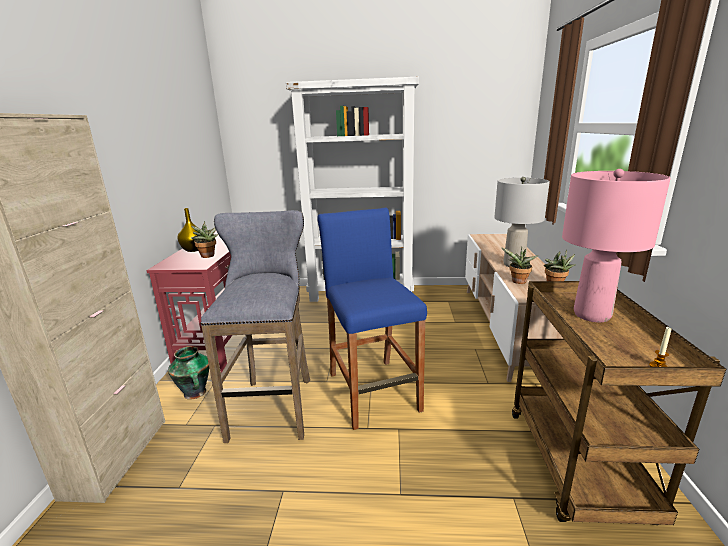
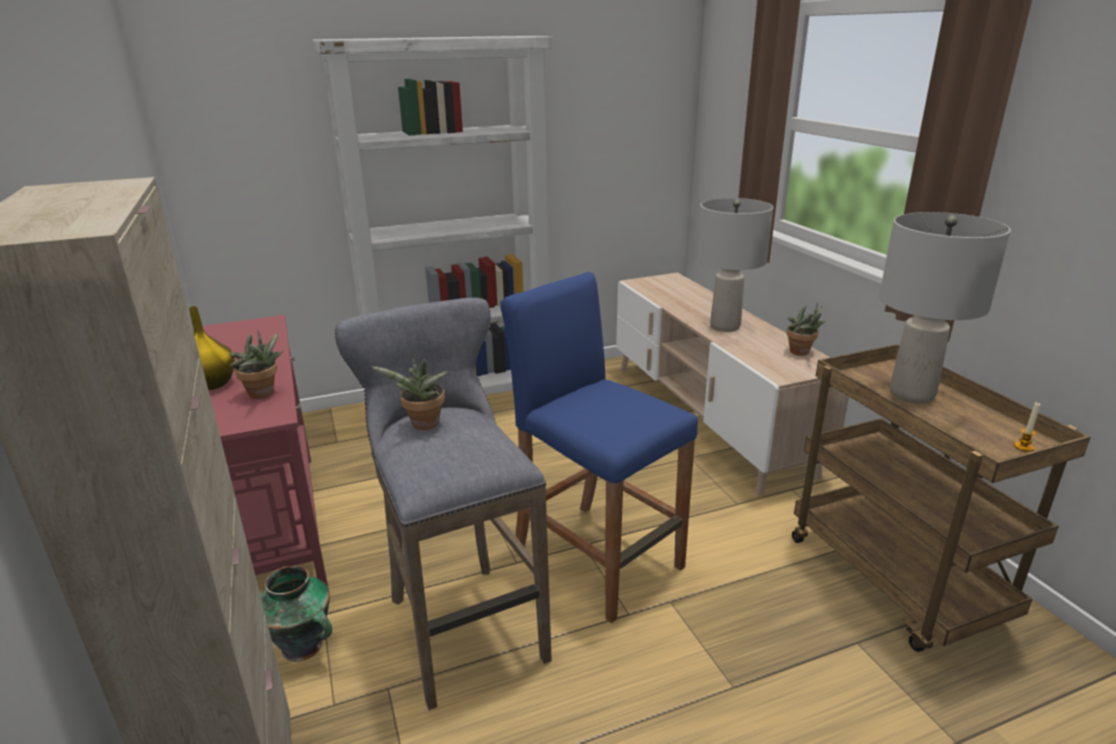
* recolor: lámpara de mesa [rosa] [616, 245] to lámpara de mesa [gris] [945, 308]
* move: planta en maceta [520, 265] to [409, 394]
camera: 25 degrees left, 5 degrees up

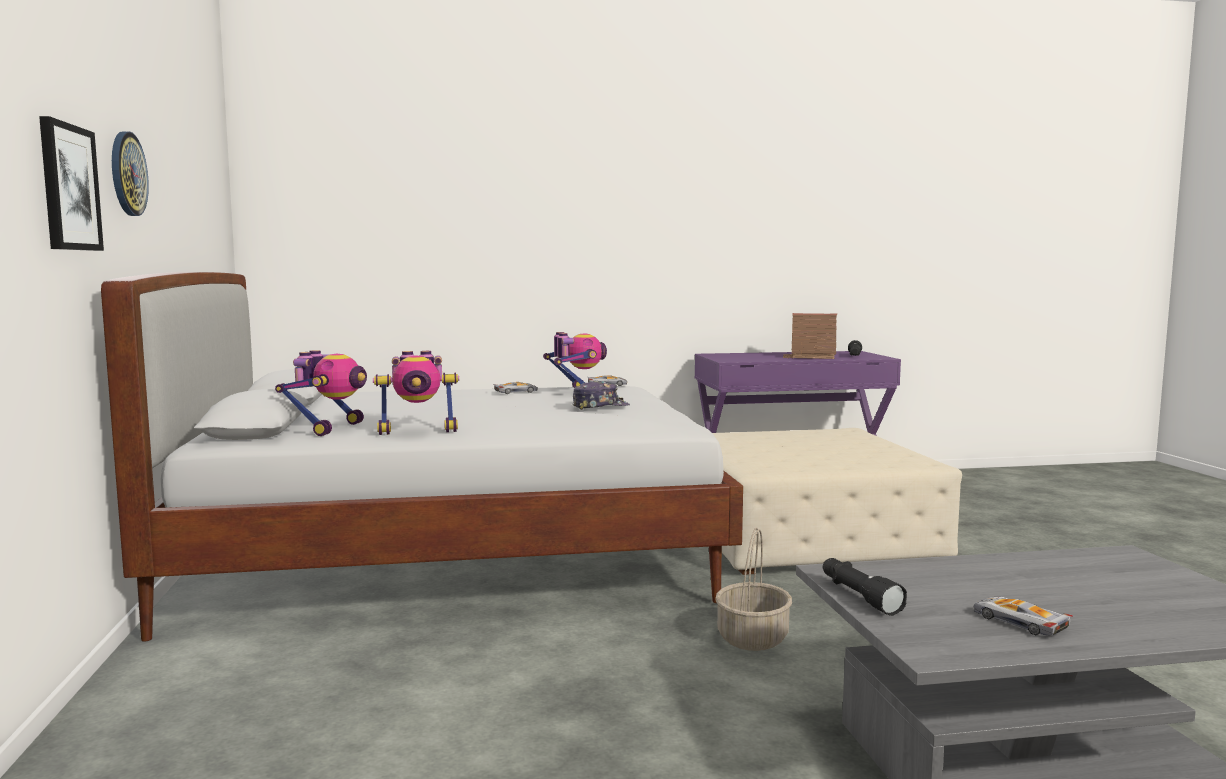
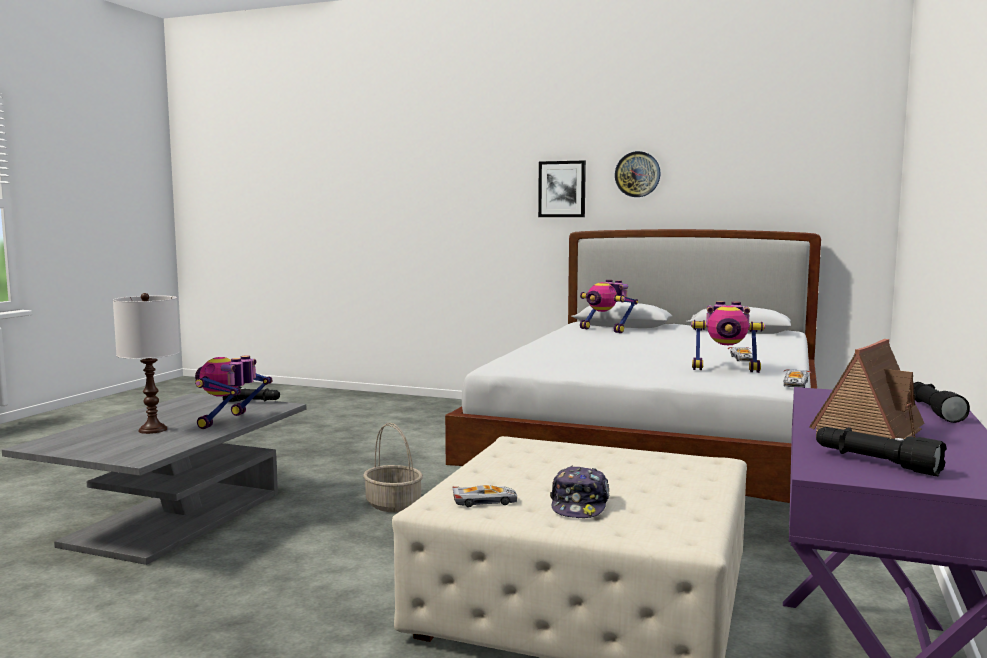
* move: robot de juguete [416, 393] to [234, 392]
* move: gorra [601, 395] to [580, 491]
* move: coche de juguete [1023, 616] to [485, 496]
* insert: lámpara de mesa [blanco] [146, 363]
* insert: linterna [negro] [942, 402]
camera: 120 degrees right, 0 degrees up

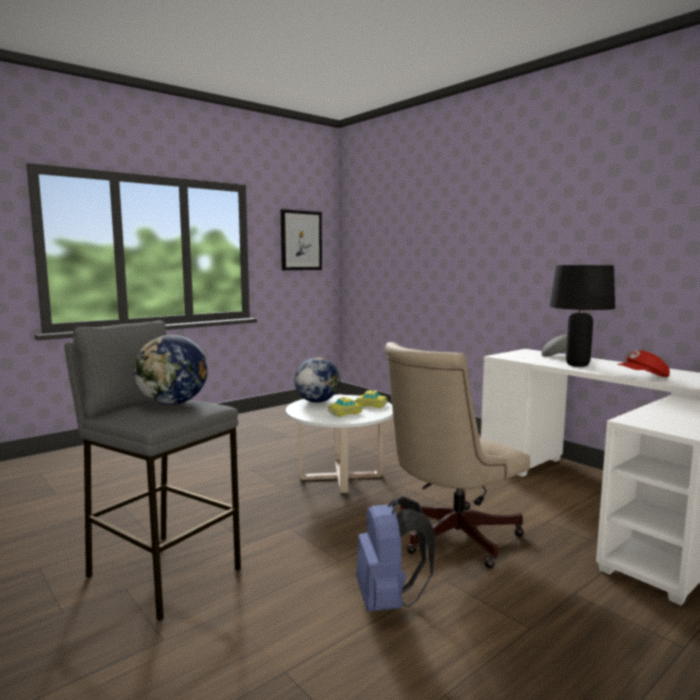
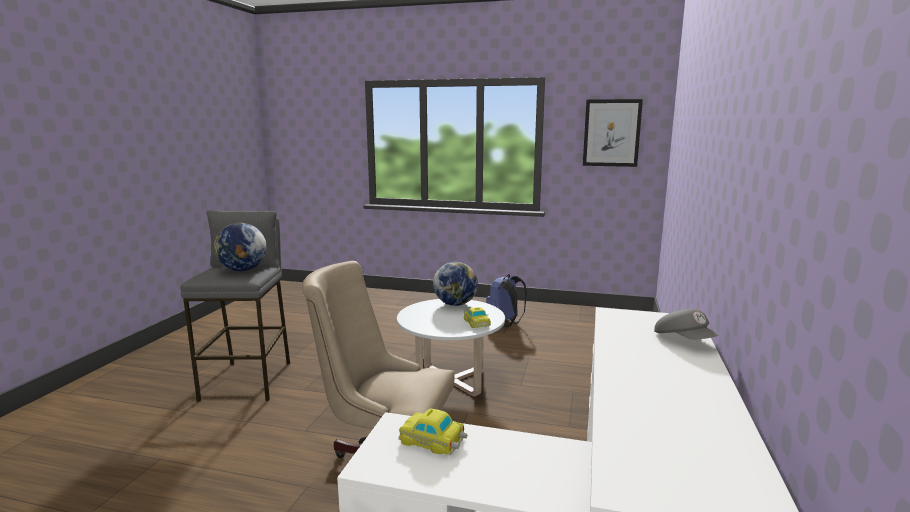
* delete: lámpara de mesa [negro] [582, 316]
* delete: gorra [rojo] [643, 363]
* move: coche de juguete [345, 407] to [432, 432]
* move: mochila [azul] [395, 554] to [506, 301]
camera: 55 degrees right, 5 degrees up

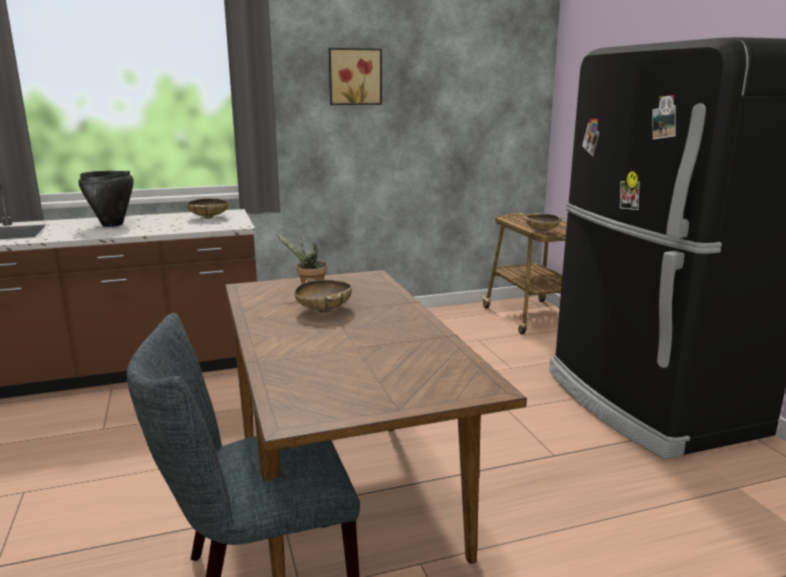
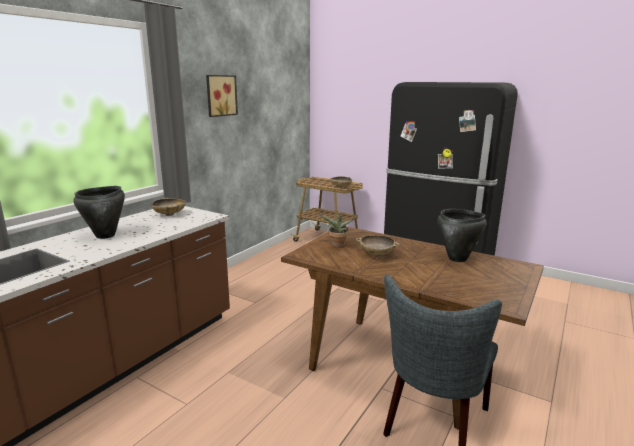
* insert: olla [negro] [462, 235]
camera: 40 degrees left, 0 degrees up

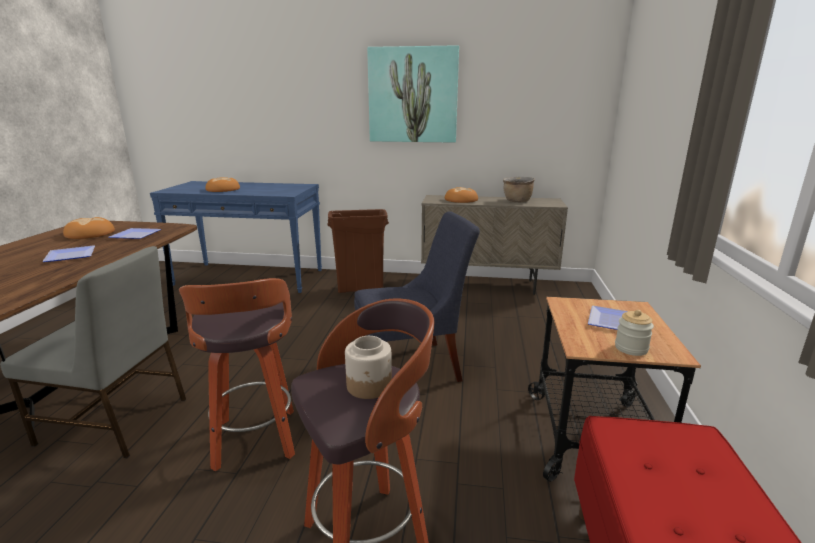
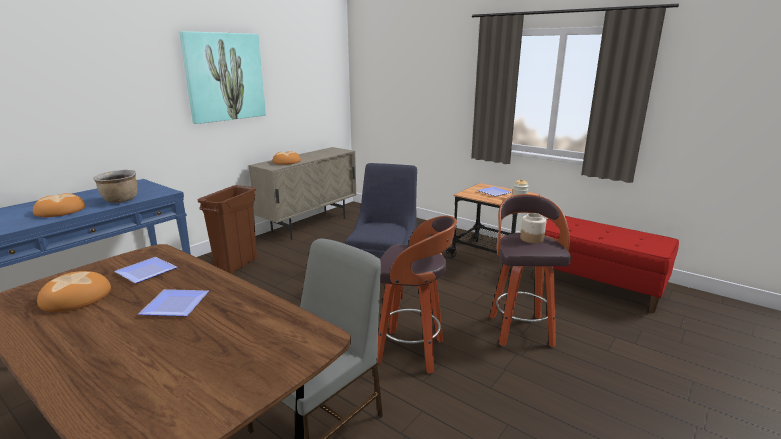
* move: olla [marrón] [519, 189] to [115, 186]
camera: 60 degrees left, 0 degrees up

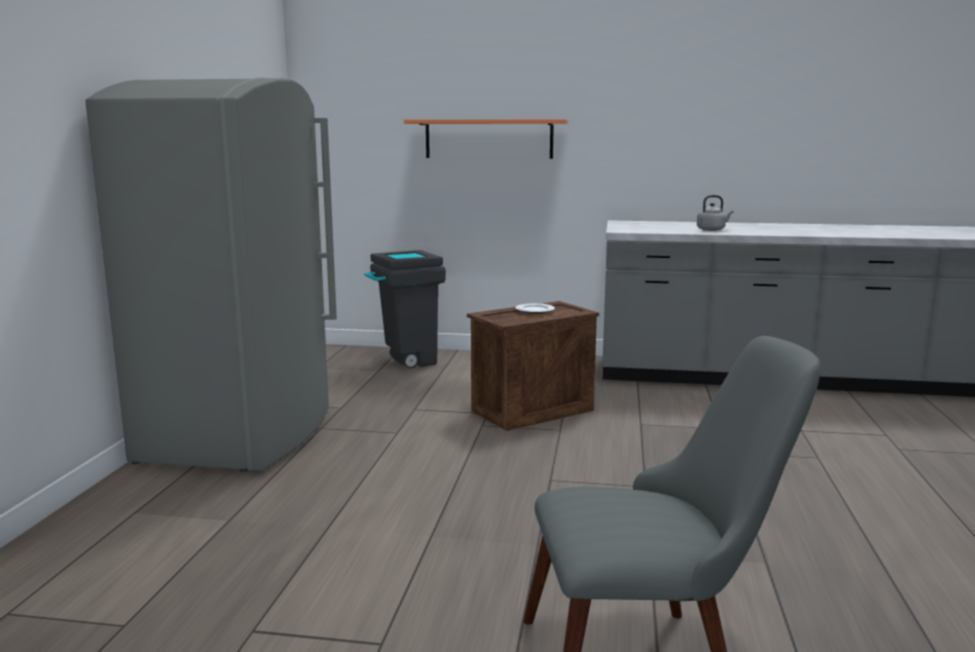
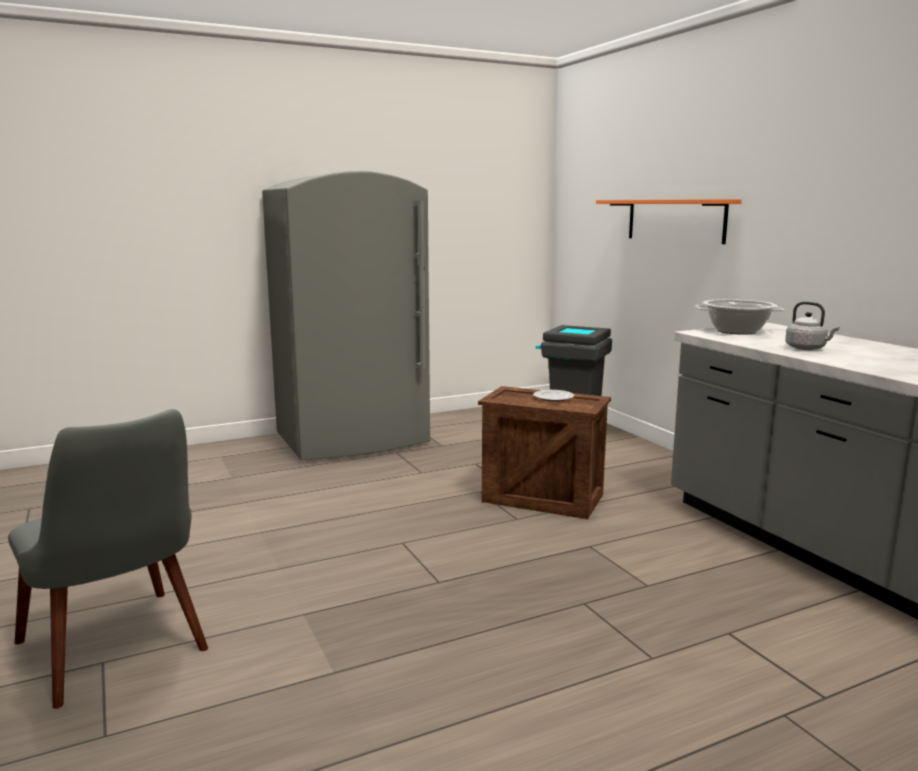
* insert: olla [740, 317]
camera: 55 degrees right, 0 degrees up

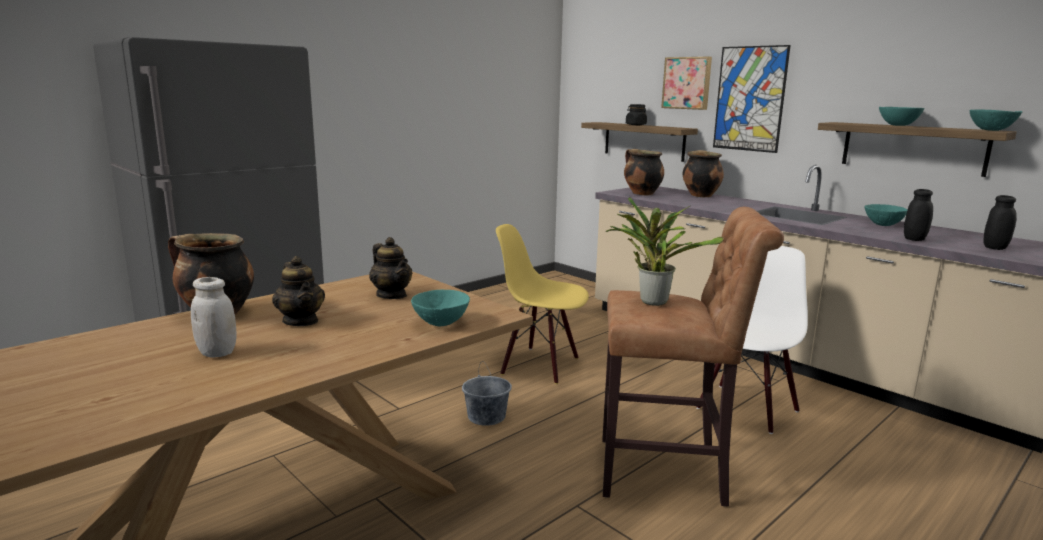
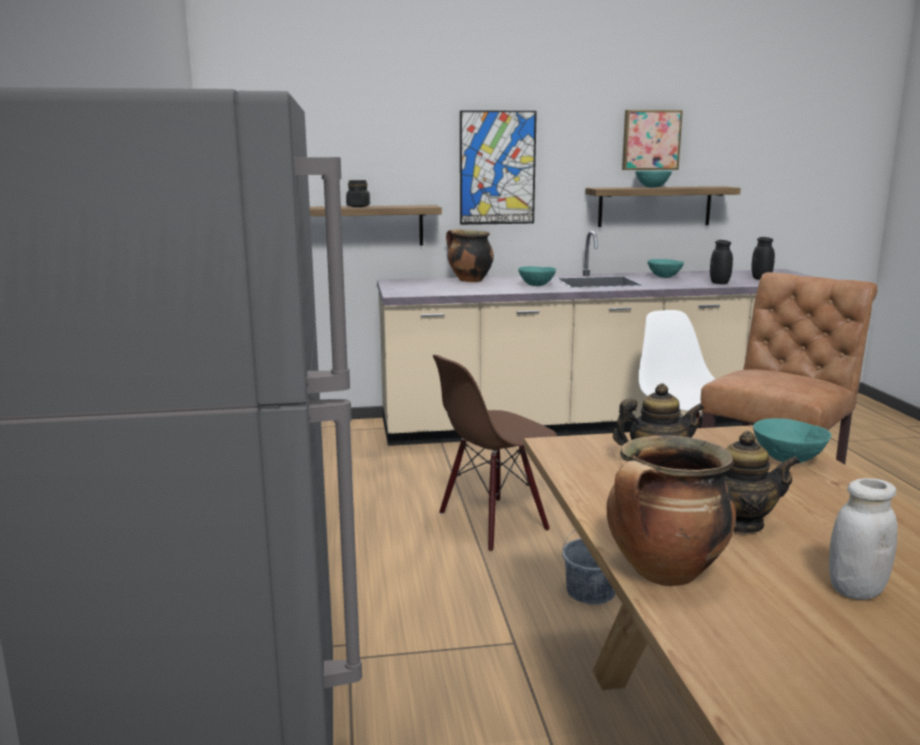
* move: cuadro [686, 83] to [652, 140]
* move: cuenco [turquesa] [996, 120] to [537, 276]
* delete: olla [644, 172]
* delete: planta en maceta [665, 251]
* recolor: silla [amarillo] [542, 304] to silla [marrón] [495, 453]
camera: 55 degrees left, 0 degrees up

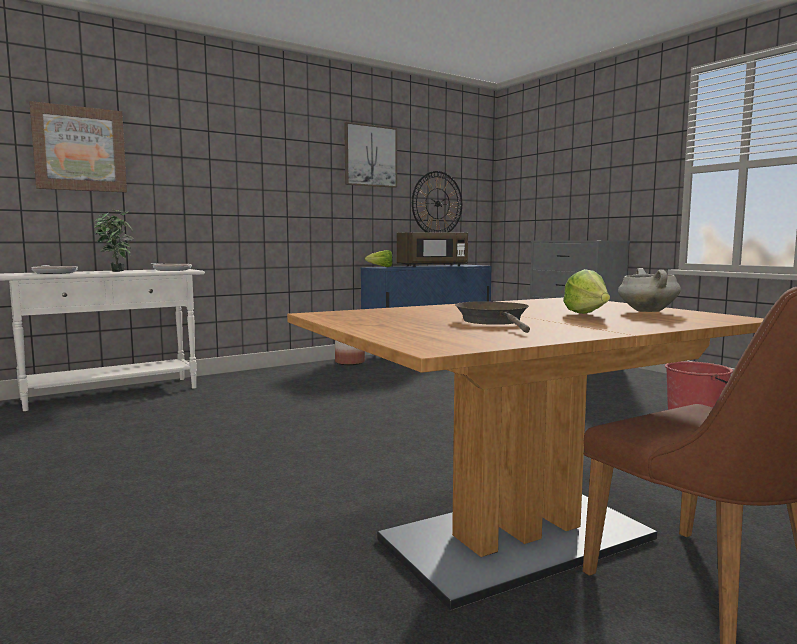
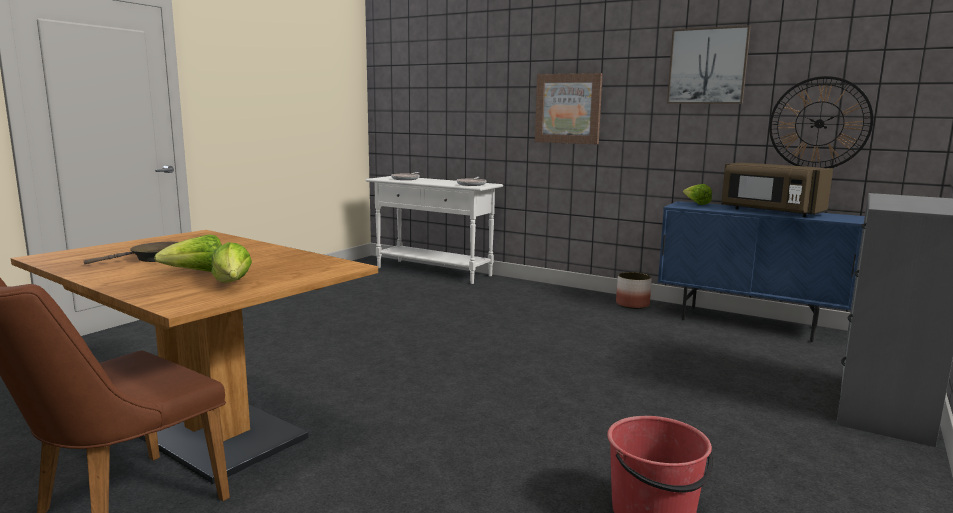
* move: cuadro [78, 146] to [569, 108]
* delete: planta en maceta [114, 241]
* replace: olla [blanco] [649, 290] to lechuga [231, 262]
camera: 65 degrees right, 5 degrees up

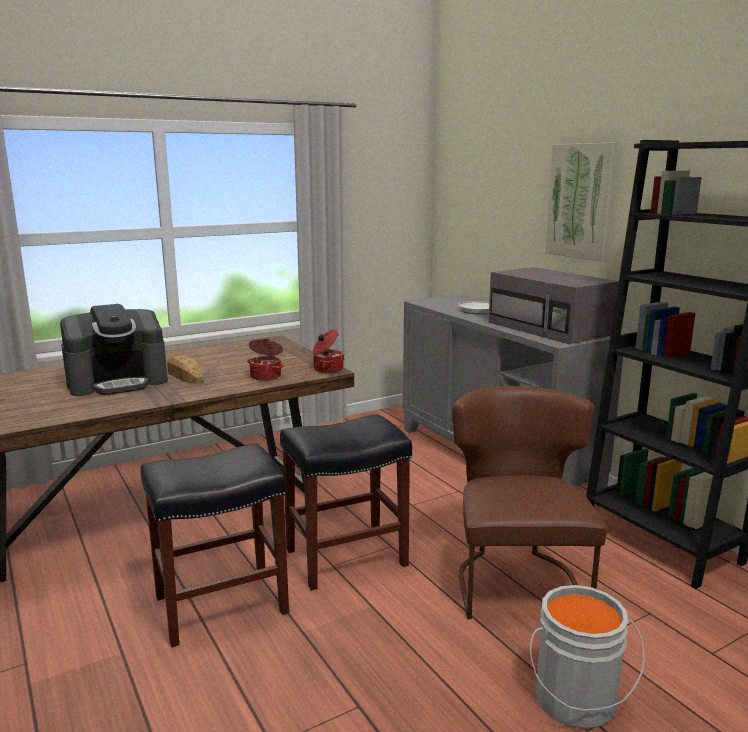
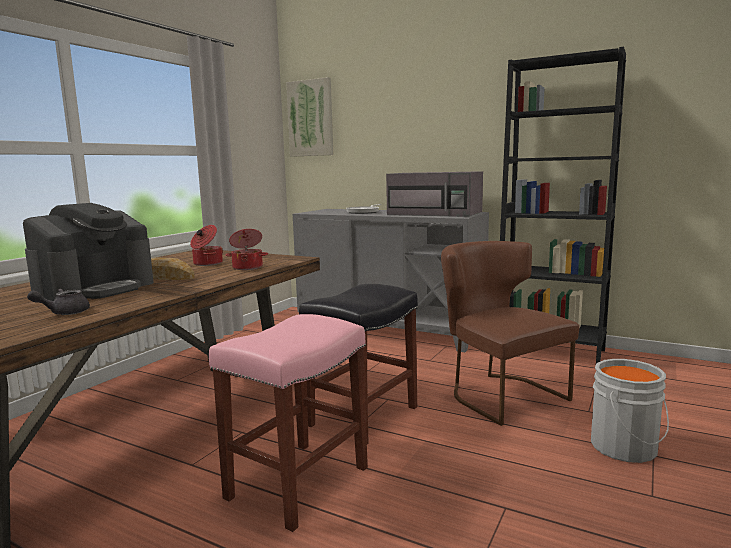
* move: cuadro [581, 202] to [309, 117]
* move: olla [328, 351] to [206, 245]
* recolor: taburete [negro] [214, 545] to taburete [rosa] [288, 423]
* insert: tetera [gris] [58, 302]
camera: 30 degrees left, 5 degrees down

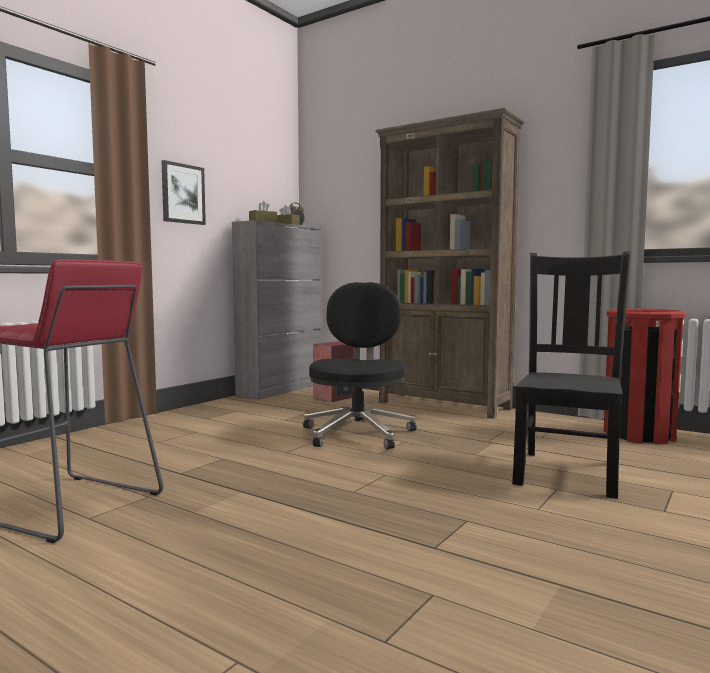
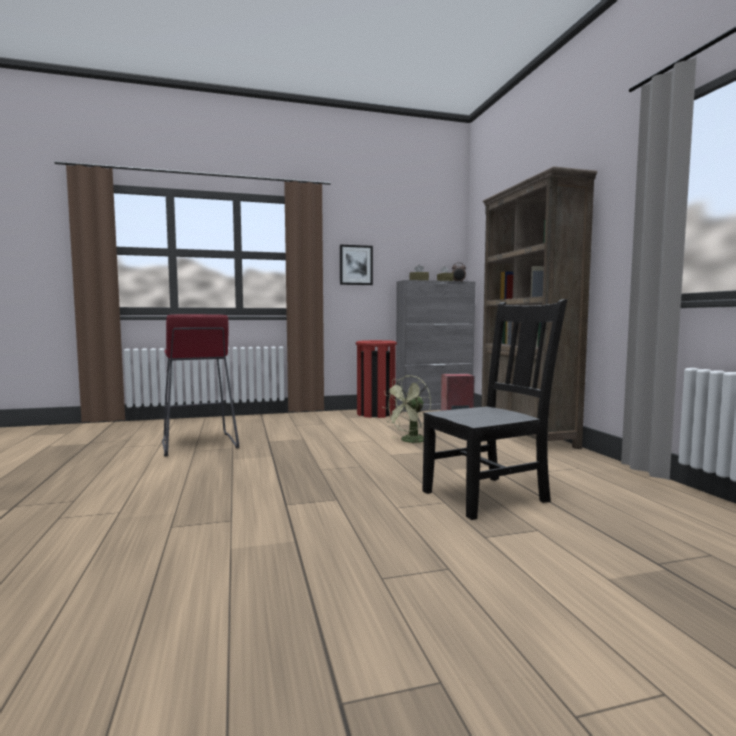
* replace: silla de oficina [negro] [360, 365] to ventilador [verde] [406, 409]
* move: papelera [rojo] [644, 376] to [376, 379]
camera: 40 degrees right, 0 degrees up

